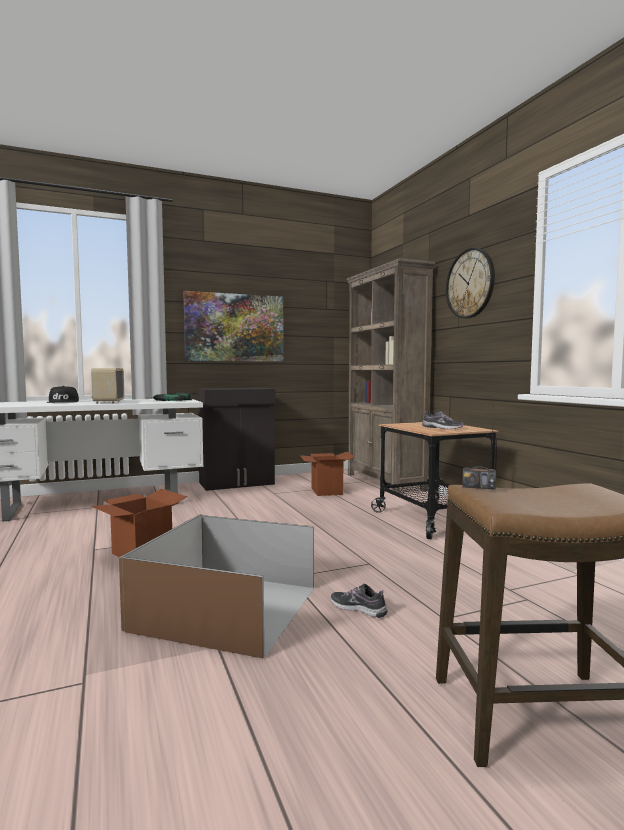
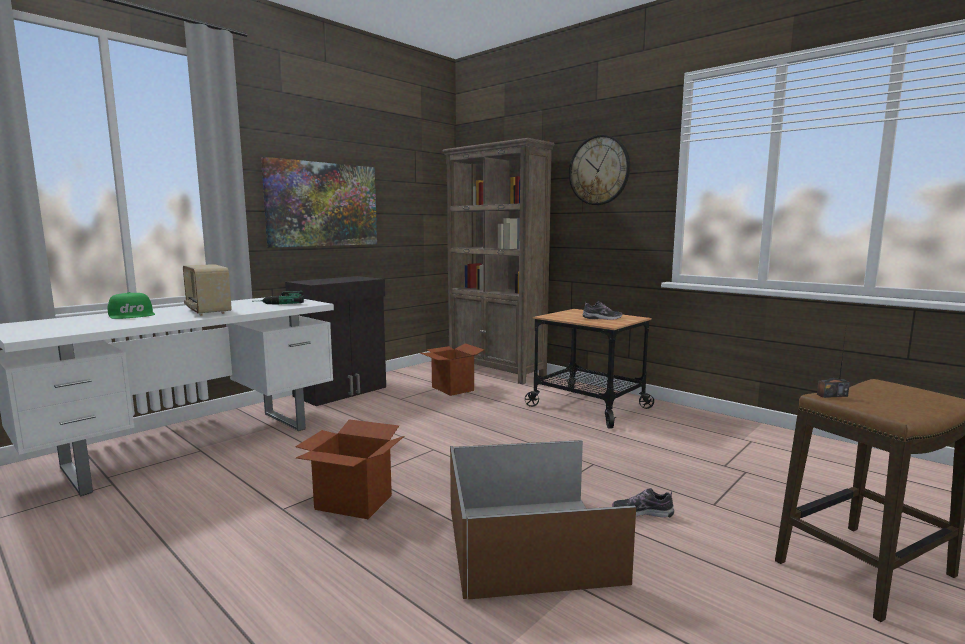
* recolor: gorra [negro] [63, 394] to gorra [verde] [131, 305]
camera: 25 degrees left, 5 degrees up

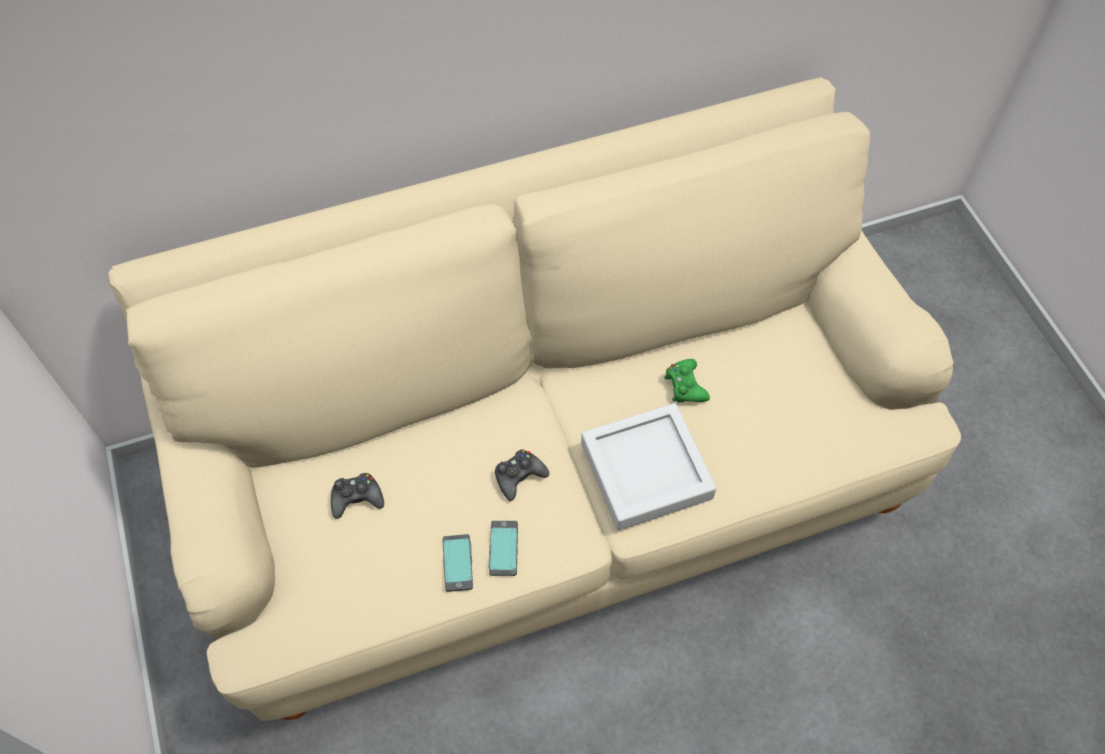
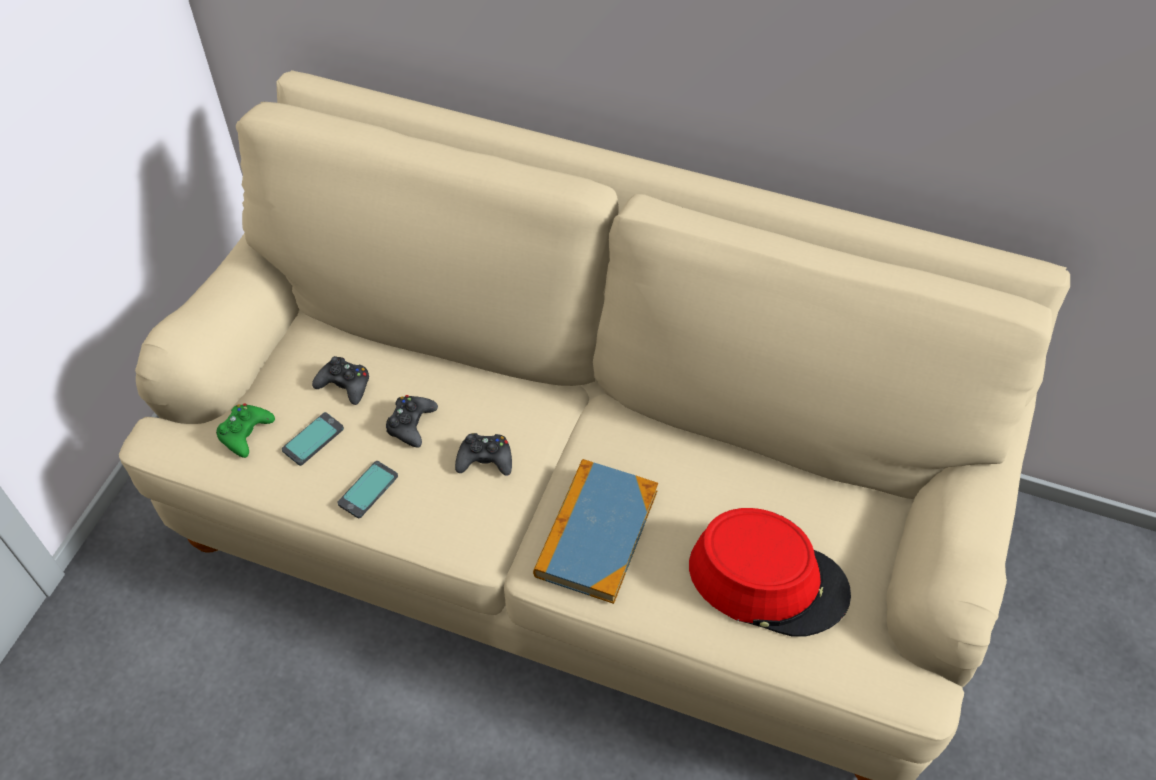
* move: mando de consola [verde] [687, 380] to [245, 430]
* replace: bandeja [gris] [649, 467] to libro [595, 531]
* move: móvil [503, 548] to [313, 439]
* insert: mando de consola [negro] [412, 421]
* insert: sombrero [rojo] [770, 572]
camera: 40 degrees right, 5 degrees down

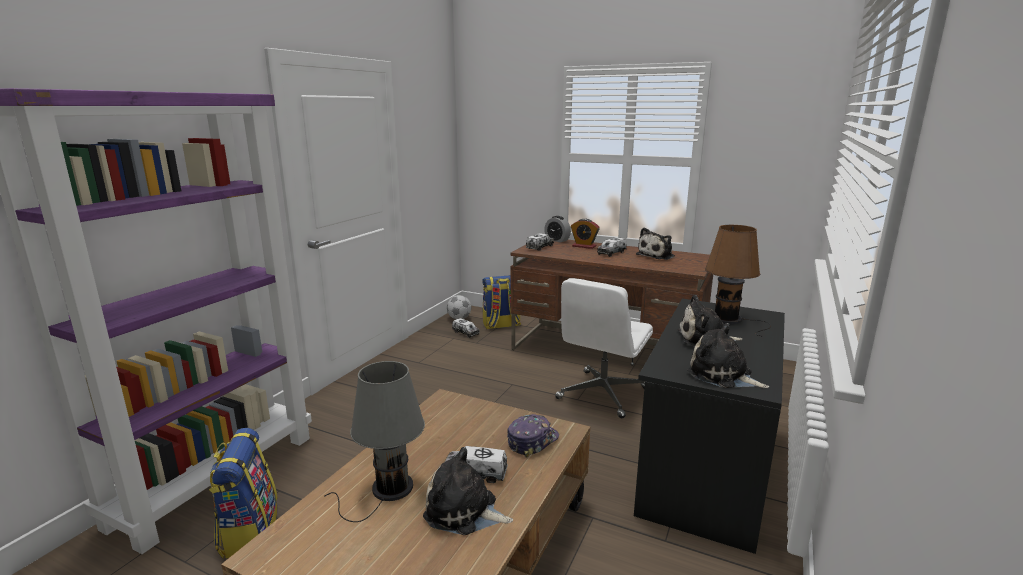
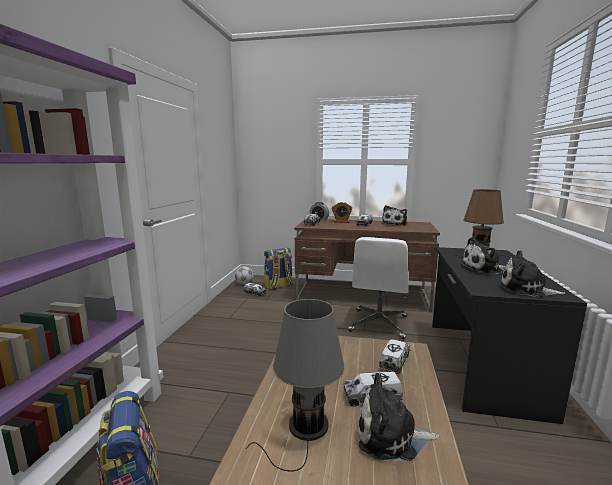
* replace: gorra [533, 436] to camión de juguete [394, 356]
camera: 15 degrees left, 5 degrees down

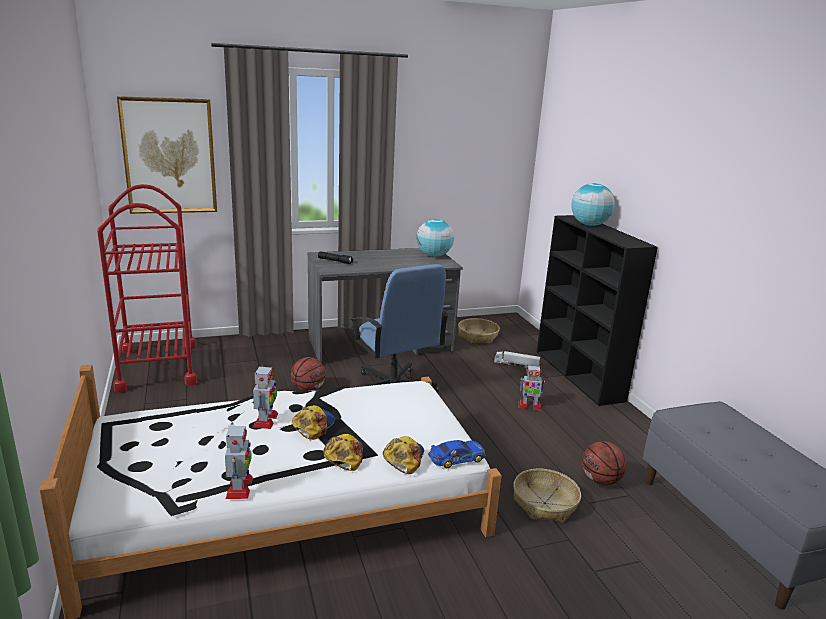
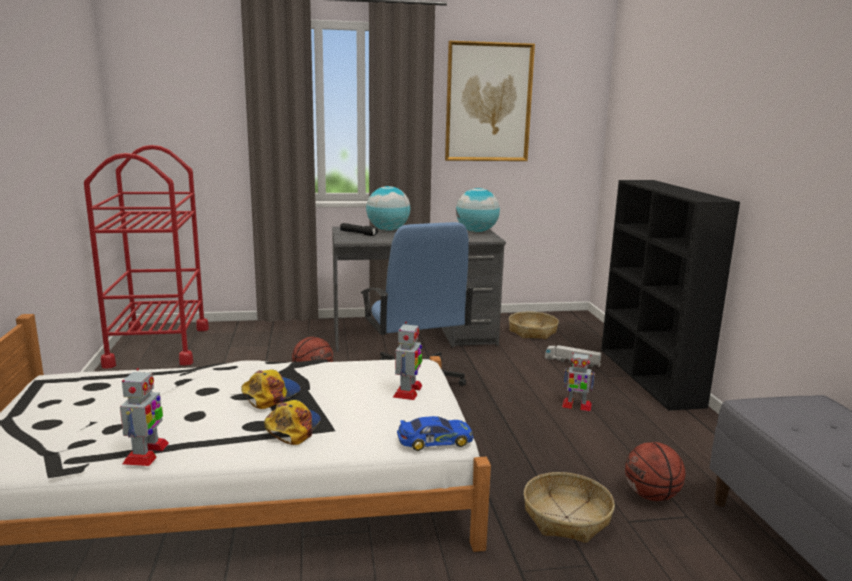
* move: cuadro [167, 155] to [490, 101]
* move: globo terráqueo [593, 204] to [388, 208]
* move: robot de juguete [265, 396] to [407, 361]
* delete: gorra [403, 455]
camera: 10 degrees right, 5 degrees down

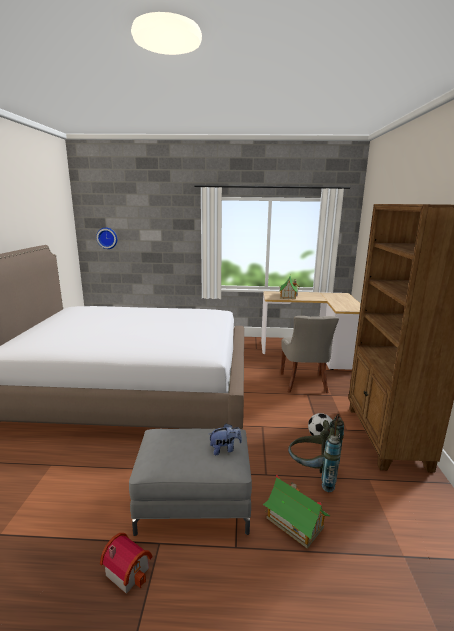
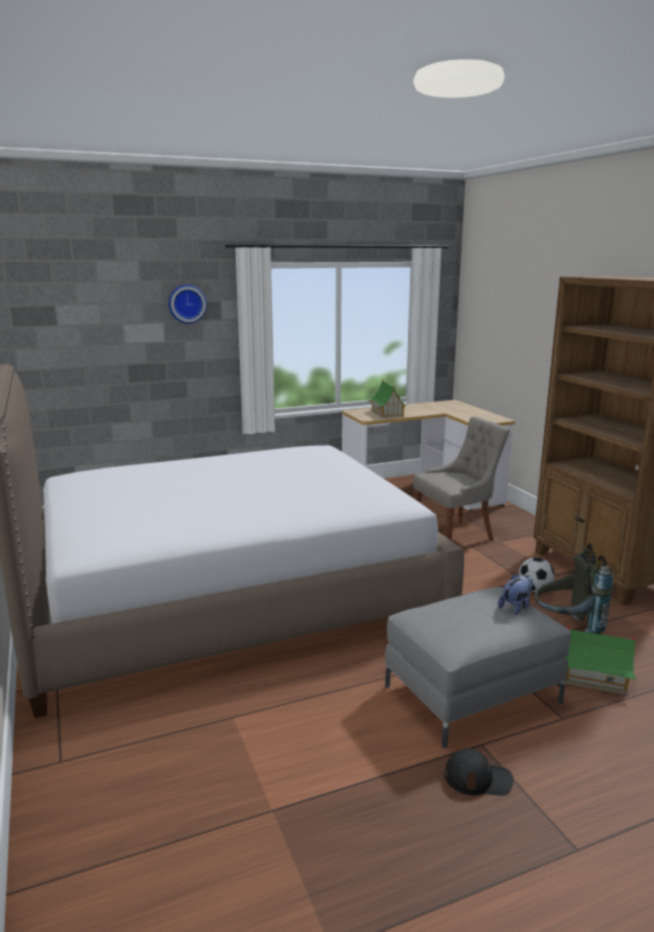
* move: reloj de pared [106, 238] to [188, 304]
* rotate: silla [gris] [310, 354] = [461, 479] 90 degrees counterclockwise
* replace: casita [126, 563] to gorra [negro] [479, 772]
camera: 25 degrees left, 0 degrees up

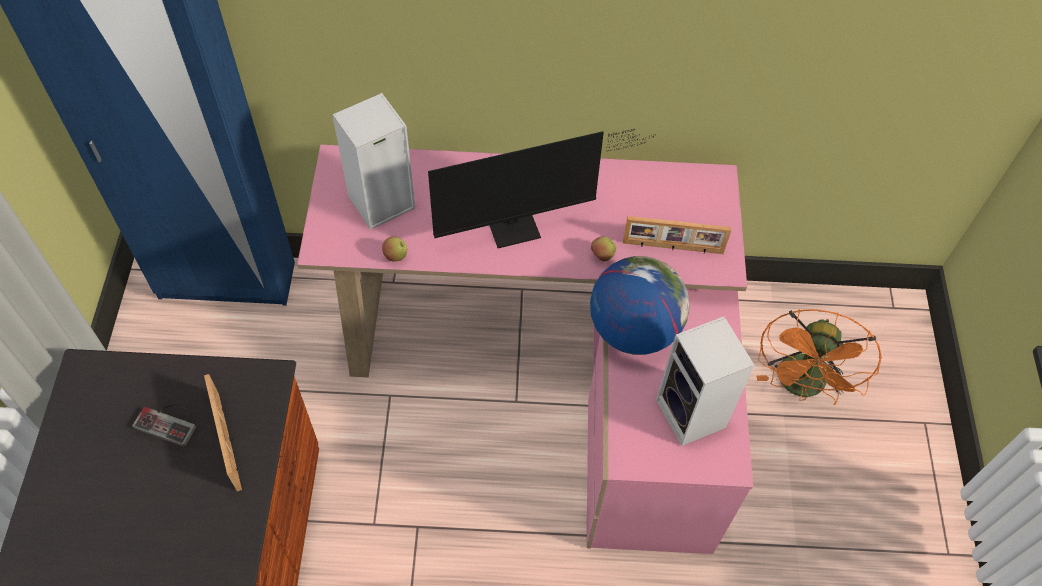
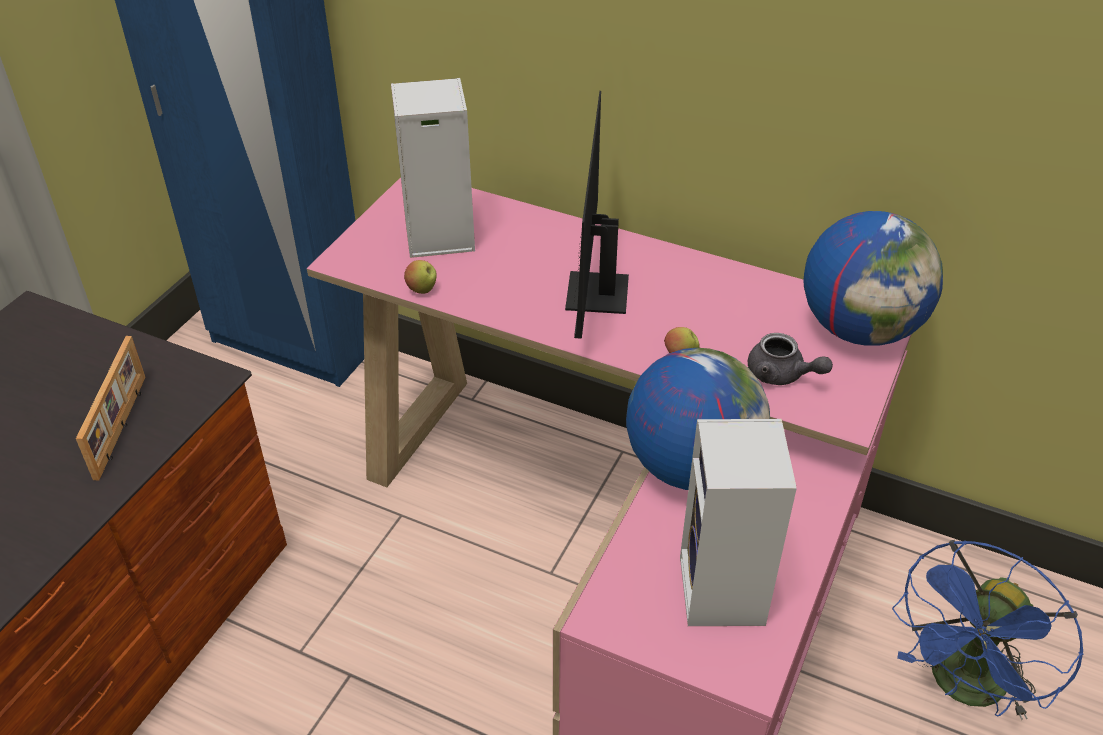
* rotate: monitor [541, 188] = [597, 215] 90 degrees clockwise
* replace: portarretratos [677, 235] to tetera [gris] [790, 359]
* recolor: ventilador [naranja] [819, 357] to ventilador [azul] [988, 630]
* delete: mando de consola [164, 425]
* insert: globo terráqueo [873, 278]
camera: 25 degrees right, 15 degrees down

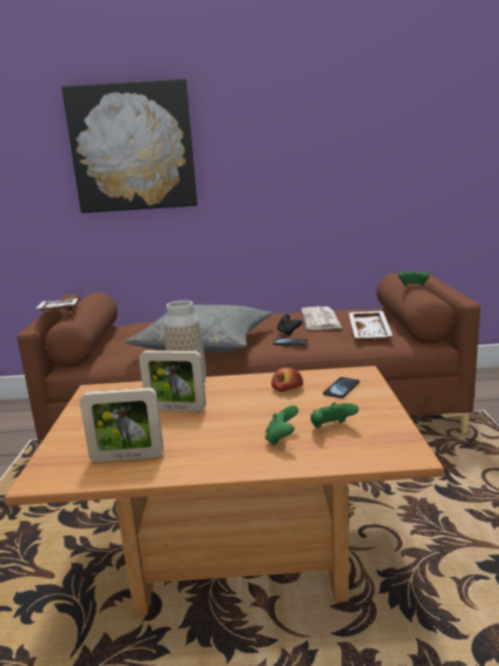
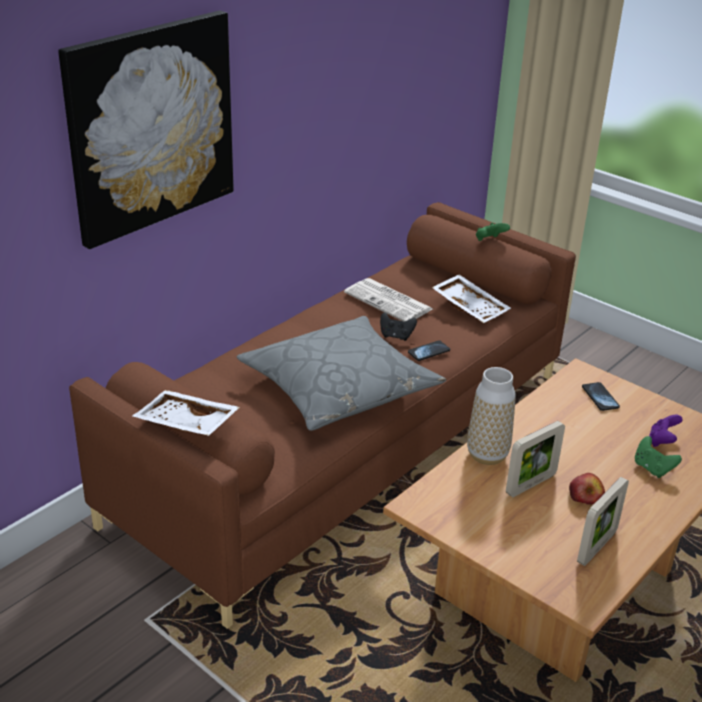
* move: manzana [287, 380] to [587, 489]
* recolor: mando de consola [verde] [334, 415] to mando de consola [morado] [666, 430]
camera: 50 degrees left, 15 degrees up

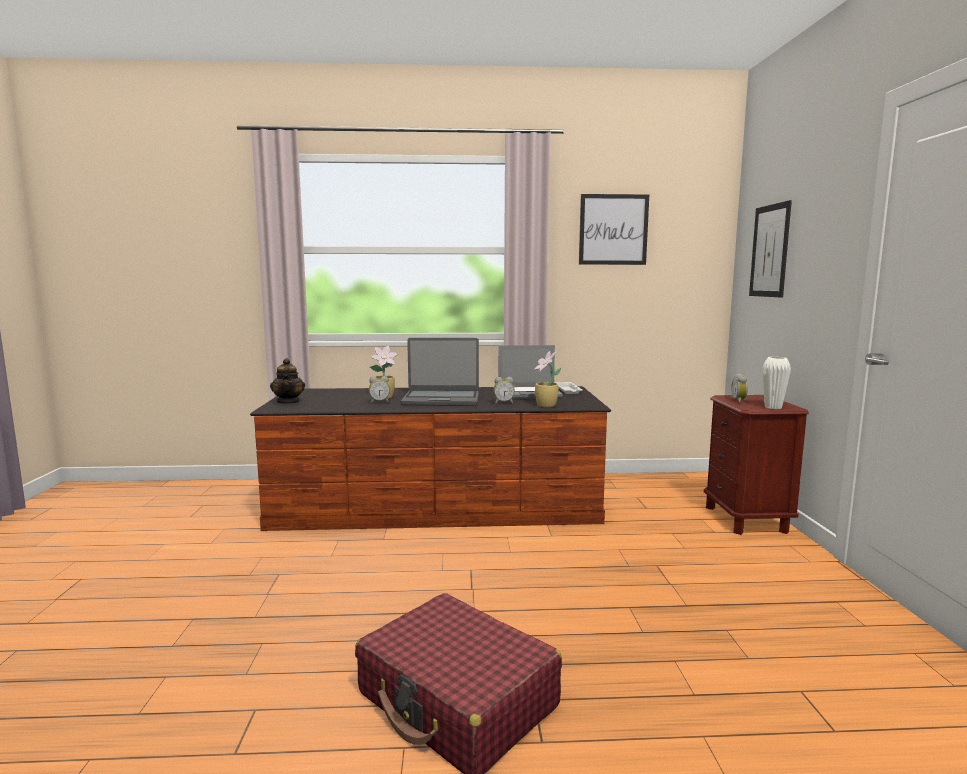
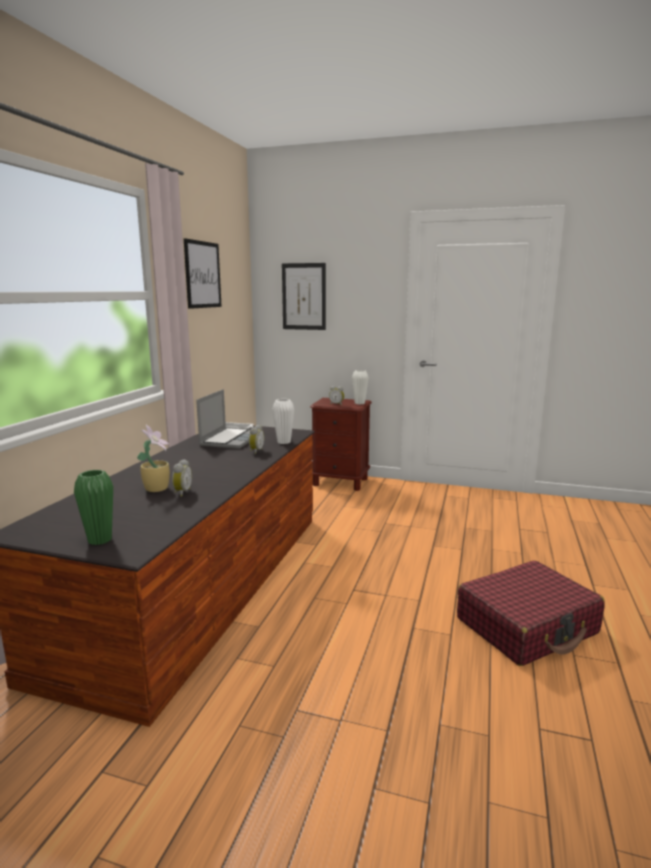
* delete: portátil [440, 372]
* replace: planta en maceta [547, 379] to florero [blanco] [283, 421]
* replace: tetera [287, 381] to florero [verde] [93, 507]
camera: 70 degrees left, 5 degrees up

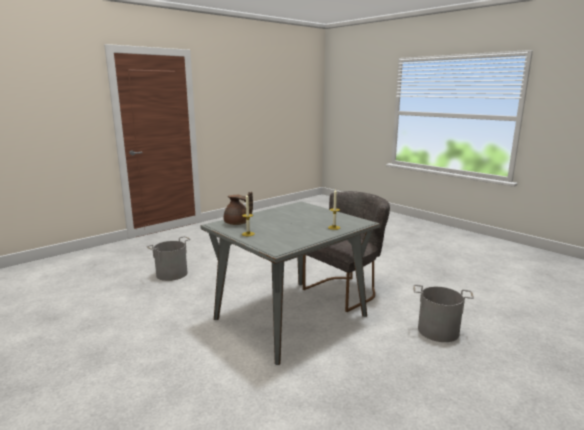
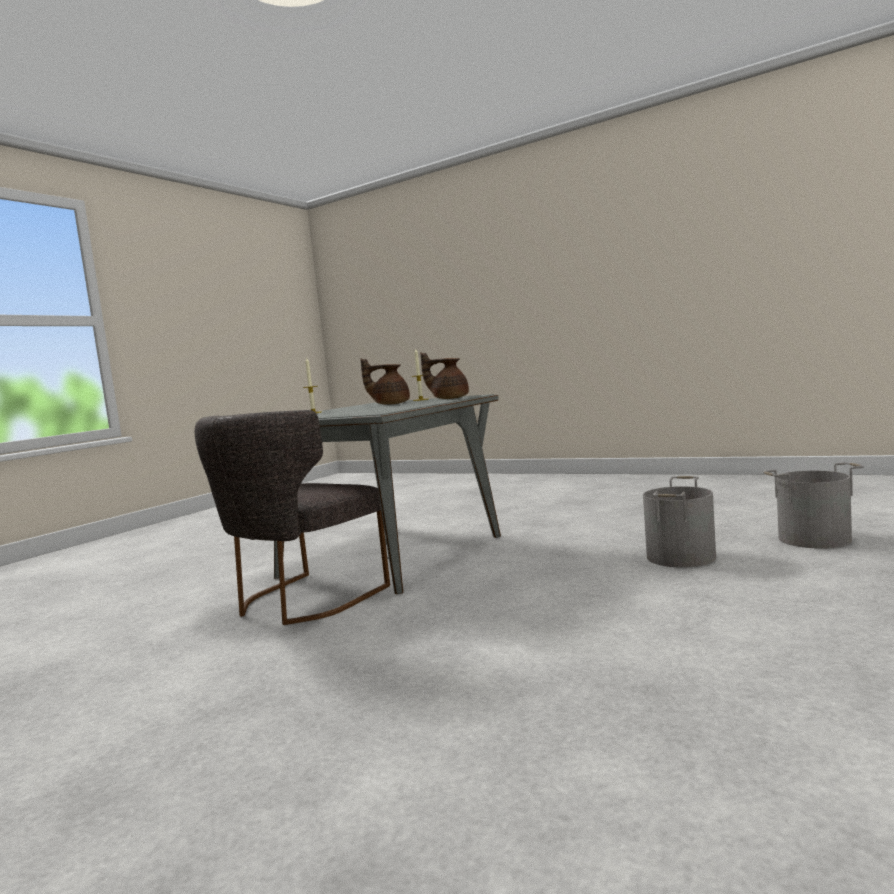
* move: cubo [gris] [443, 313] to [813, 505]
* insert: tetera [marrón] [385, 381]
camera: 165 degrees right, 10 degrees down

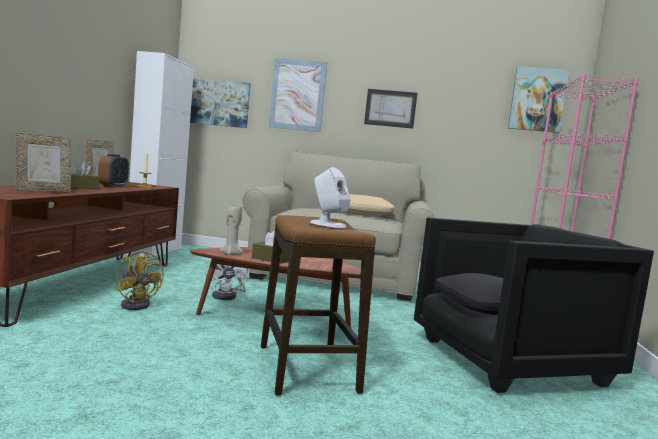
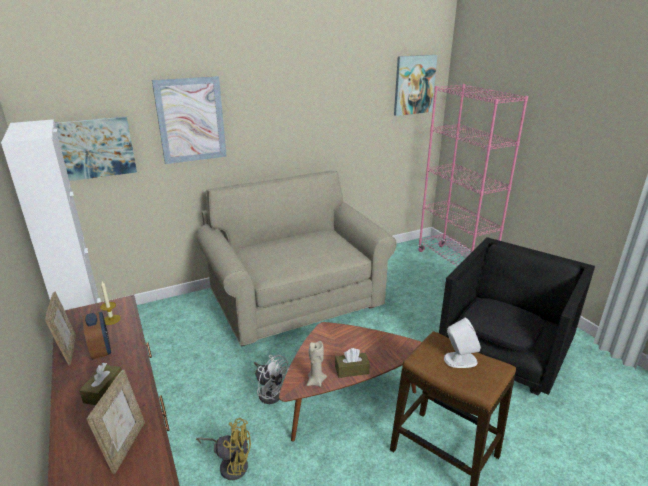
* delete: cuadro [390, 109]
* delete: cojín [beis] [370, 205]
camera: 35 degrees left, 20 degrees up

